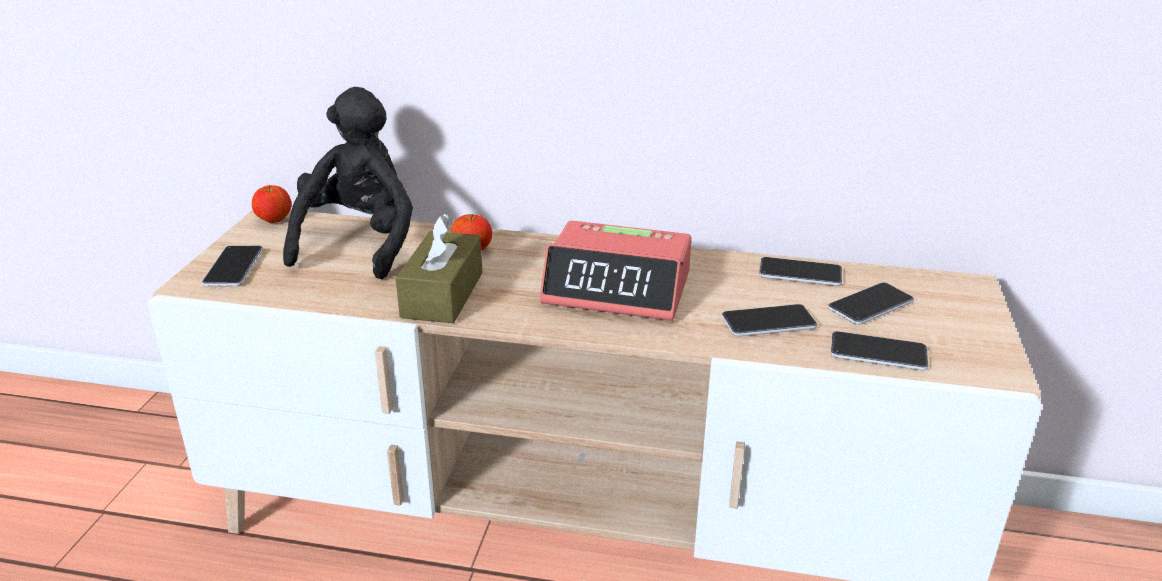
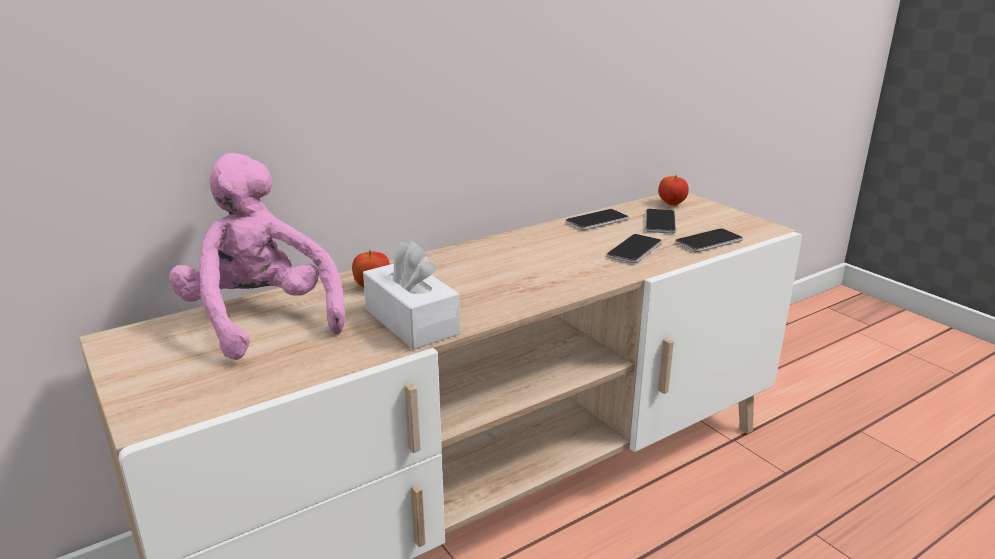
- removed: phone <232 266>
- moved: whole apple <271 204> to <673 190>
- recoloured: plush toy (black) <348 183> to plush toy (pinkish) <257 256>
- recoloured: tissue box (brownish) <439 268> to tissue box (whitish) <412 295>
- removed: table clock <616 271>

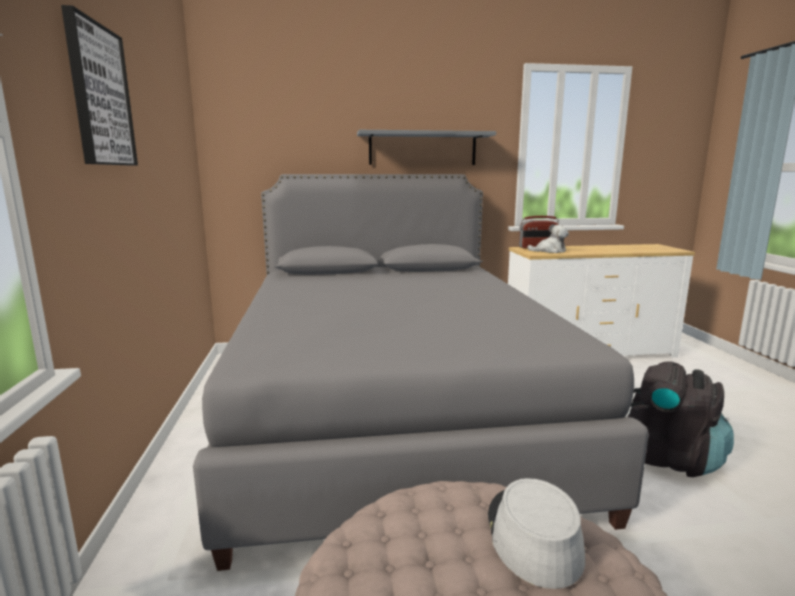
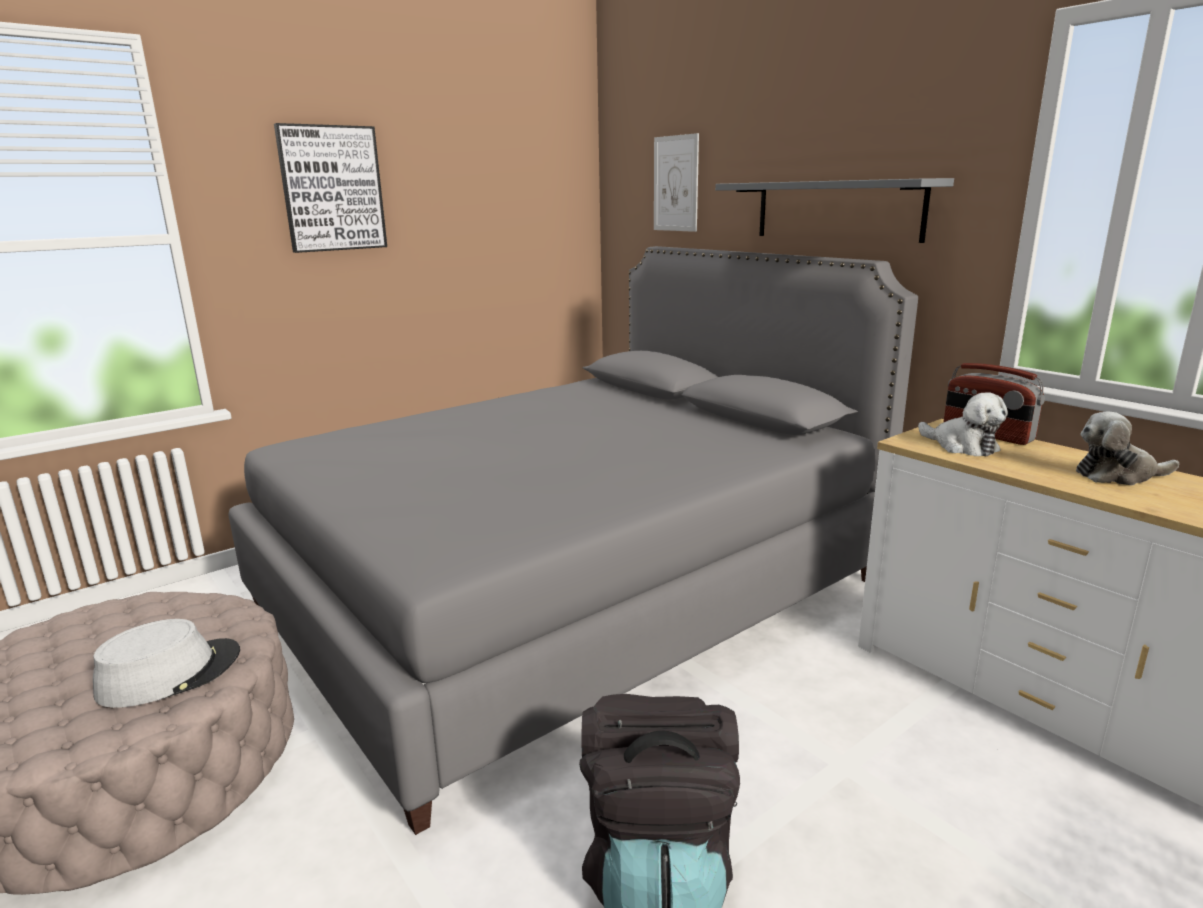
- added: picture <676 182>
- added: plush toy <1127 448>

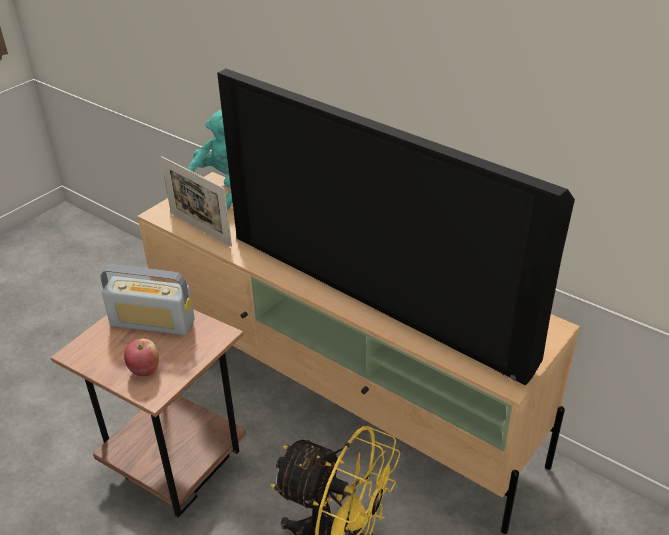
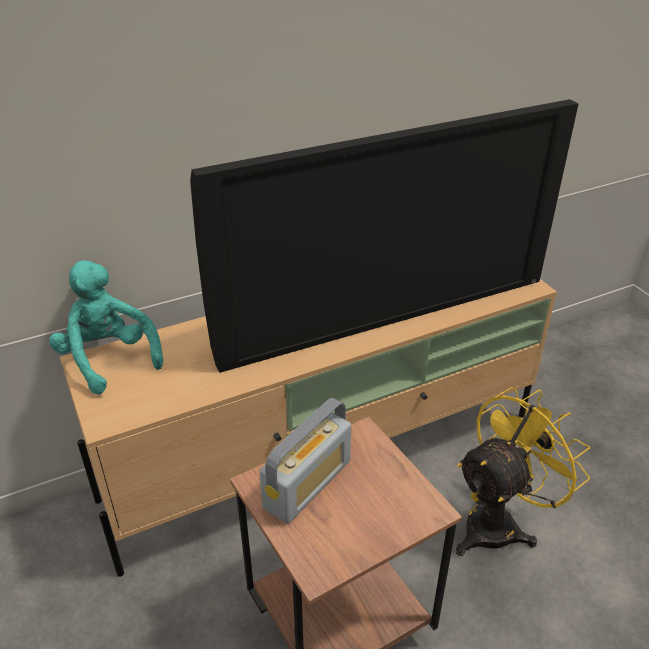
- removed: whole apple <141 357>
- removed: photo frame <196 202>

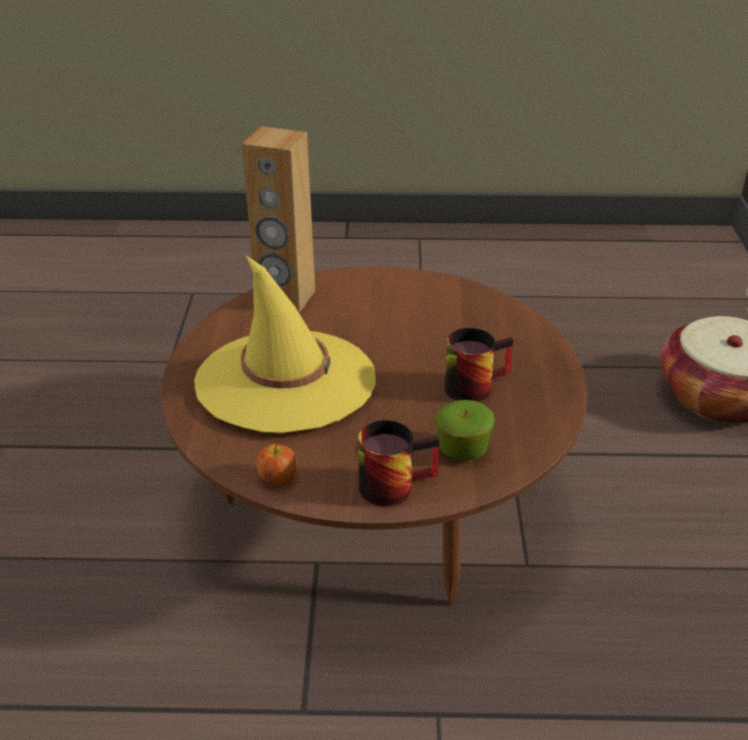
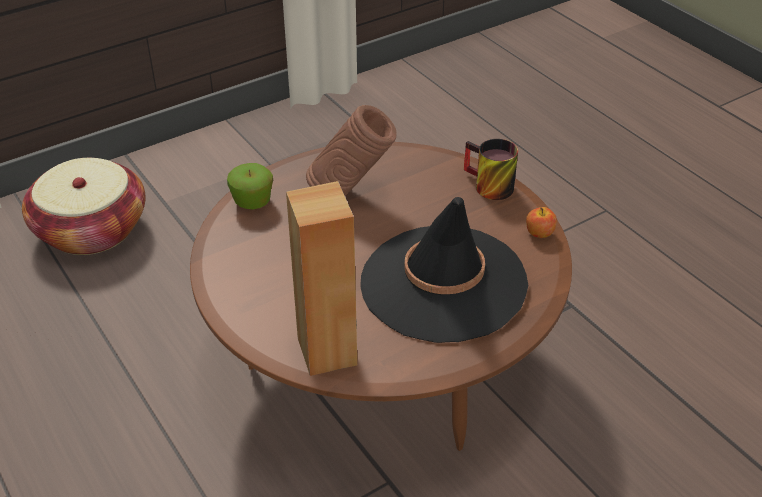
- recoloured: clothing hat (yellow) <284 344> to clothing hat (black) <444 270>
- moved: whole apple <465 430> to <250 186>
- replaced: tea mug <478 365> to flower vase (brownish) <351 150>

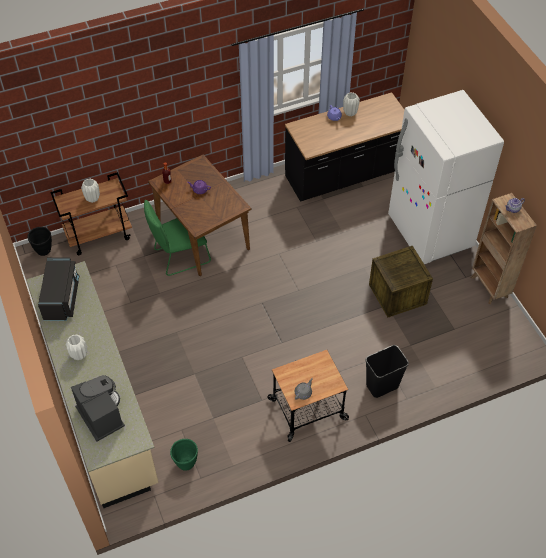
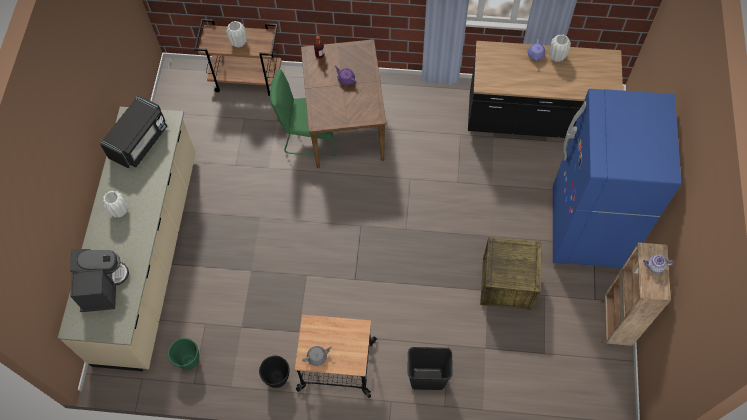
- moved: flower pot (black) <40 241> to <274 372>
- recoloured: refrigerator (whitish) <446 177> to refrigerator (blue-coloured) <617 178>

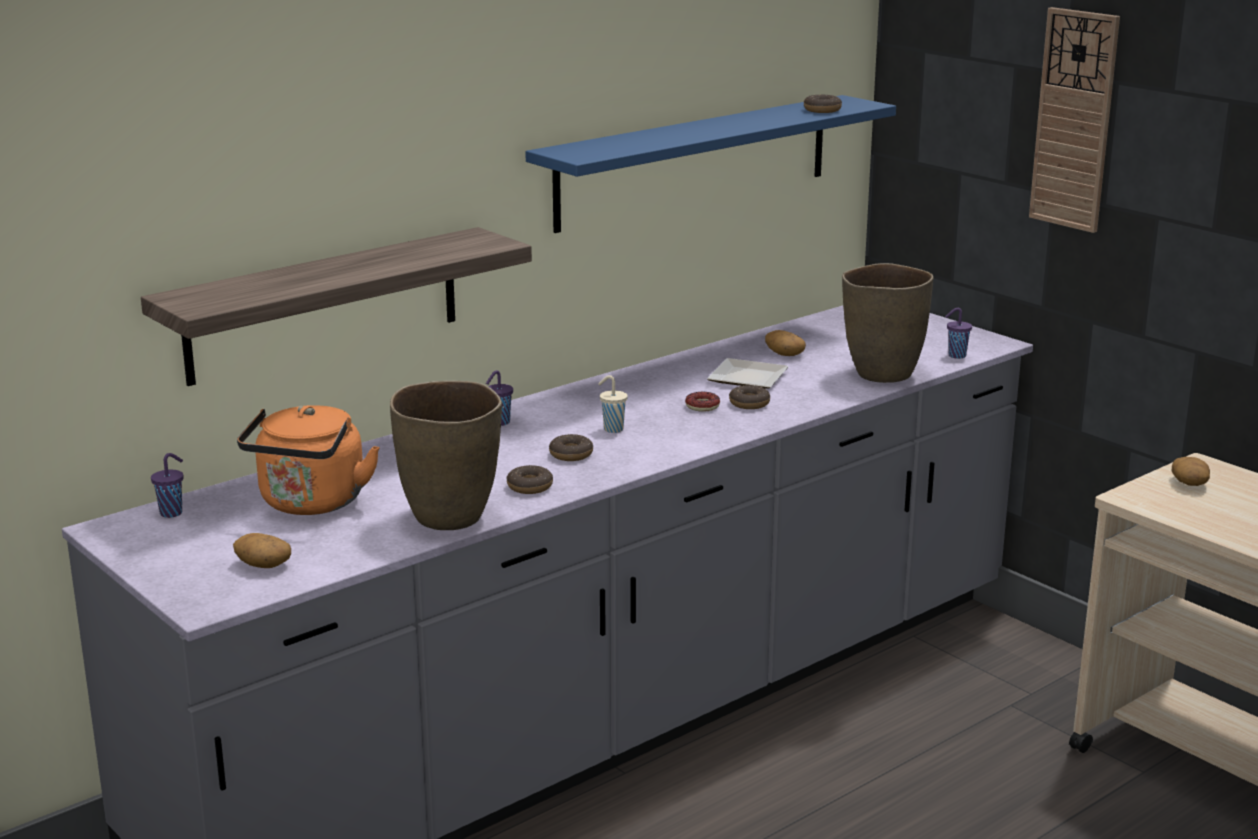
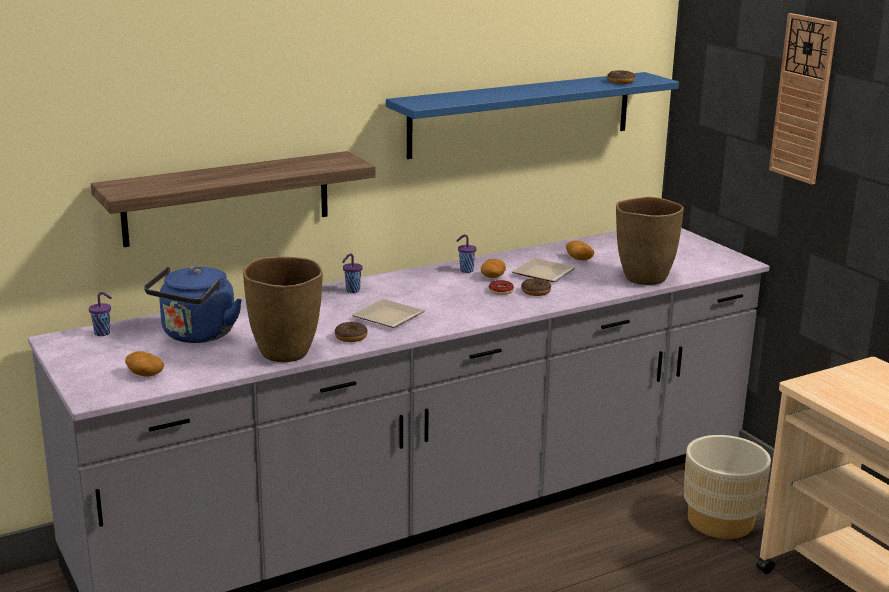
- recoloured: water kettle (orange-coloured) <308 460> to water kettle (blue-coloured) <193 304>
- replaced: doughnut <571 447> to plate <388 313>
- removed: cup (sand-coloured) <613 404>
- moved: cup (purple-coloured) <958 333> to <466 254>
- moved: whole potato <1191 471> to <493 268>
- added: flower pot (sand-coloured) <727 487>

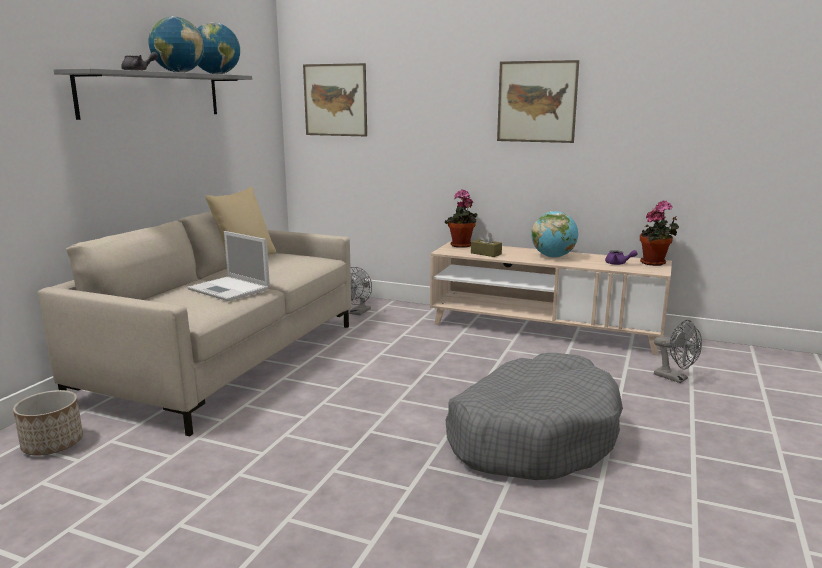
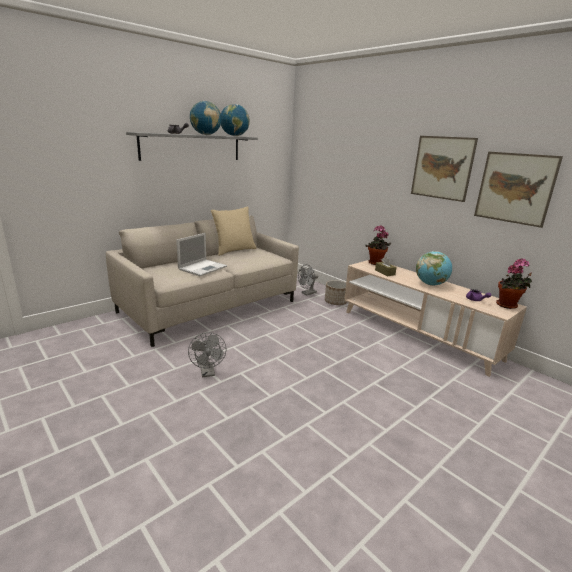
- moved: flower pot <48 422> to <336 292>
- turned: laptop <228 266> = <201 254> 120 degrees counterclockwise
- moved: picture <335 99> to <518 190>
- removed: dog bed (greyish) <534 416>
- moved: electric fan (greyish) <678 351> to <207 354>

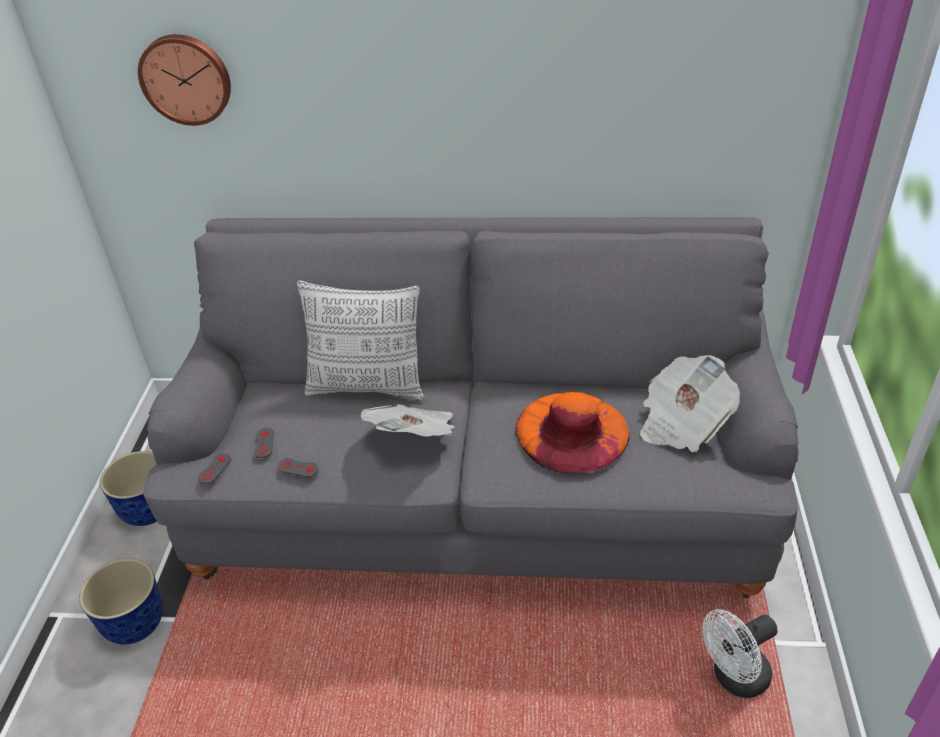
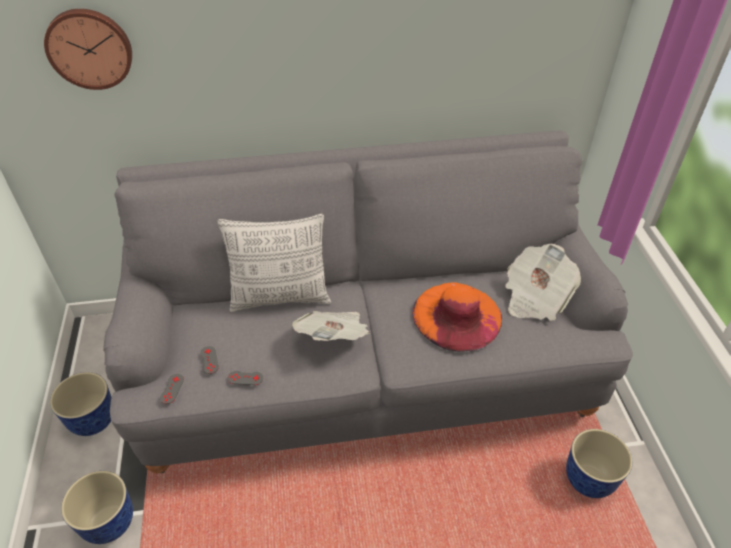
- replaced: electric fan (whitish) <740 653> to flower pot <599 463>

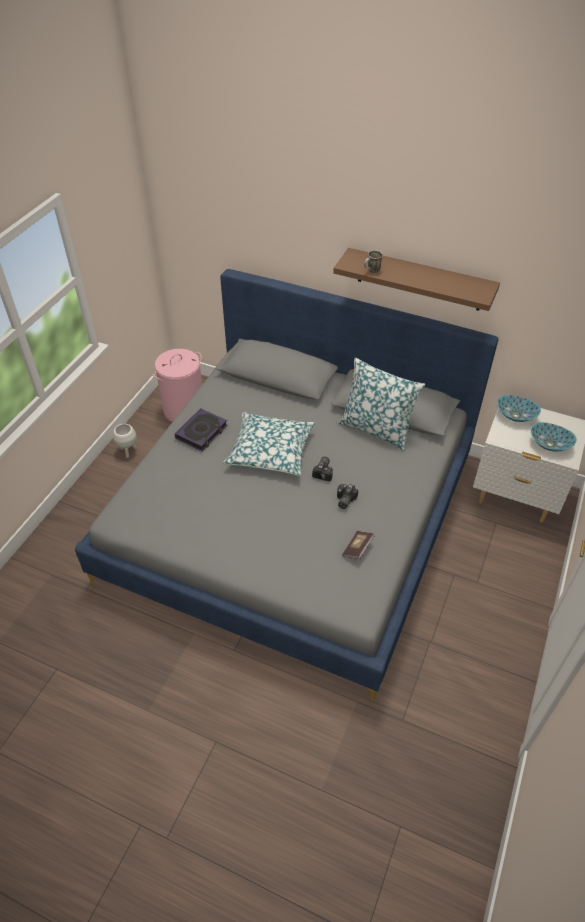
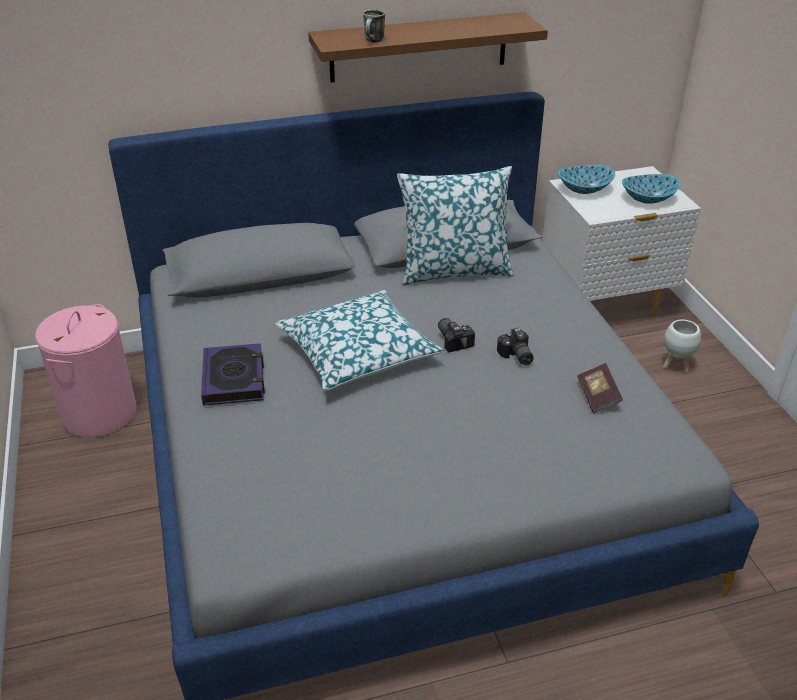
- moved: flower pot (whitish) <125 441> to <682 345>

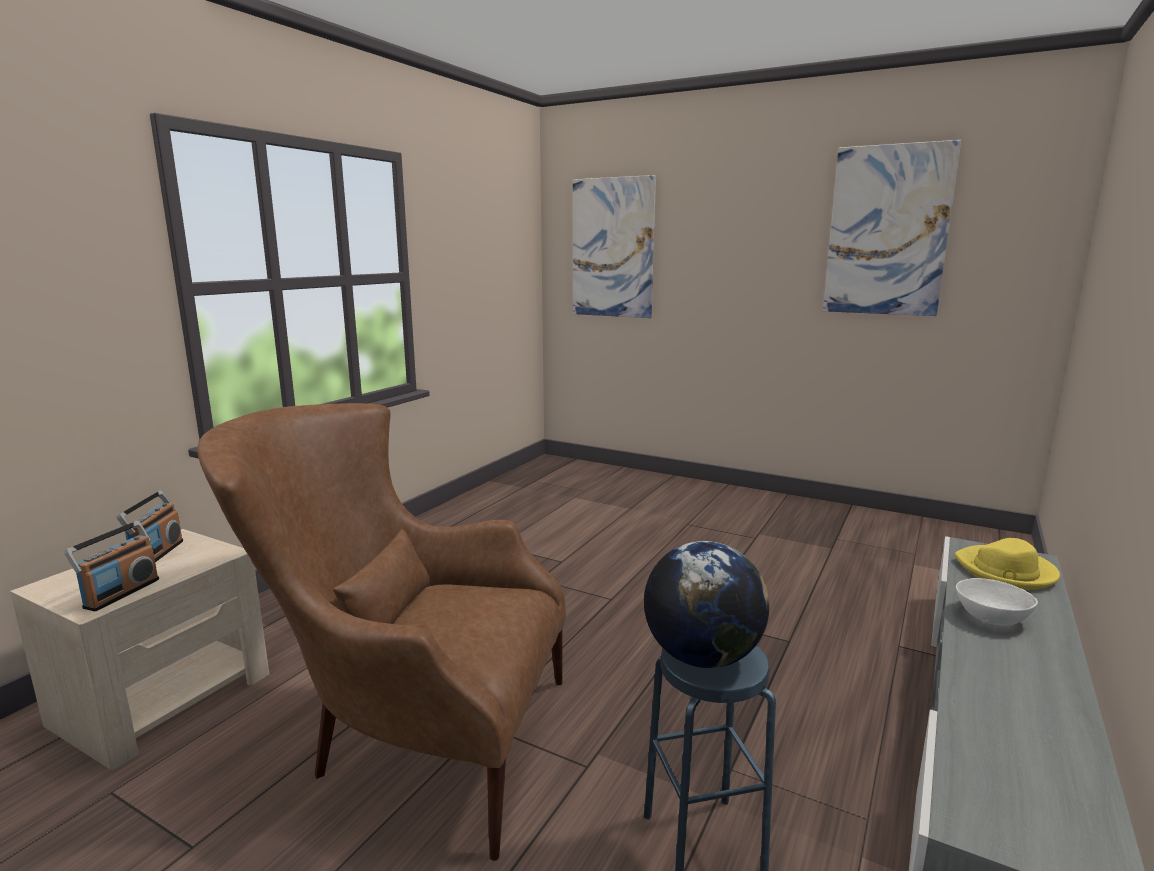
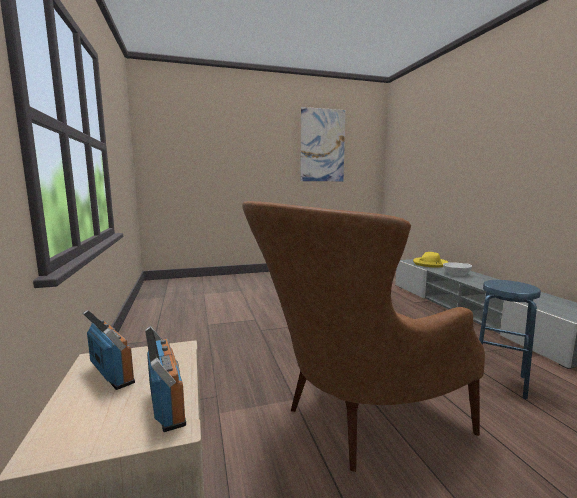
- removed: picture <614 246>
- removed: world globe <706 604>

